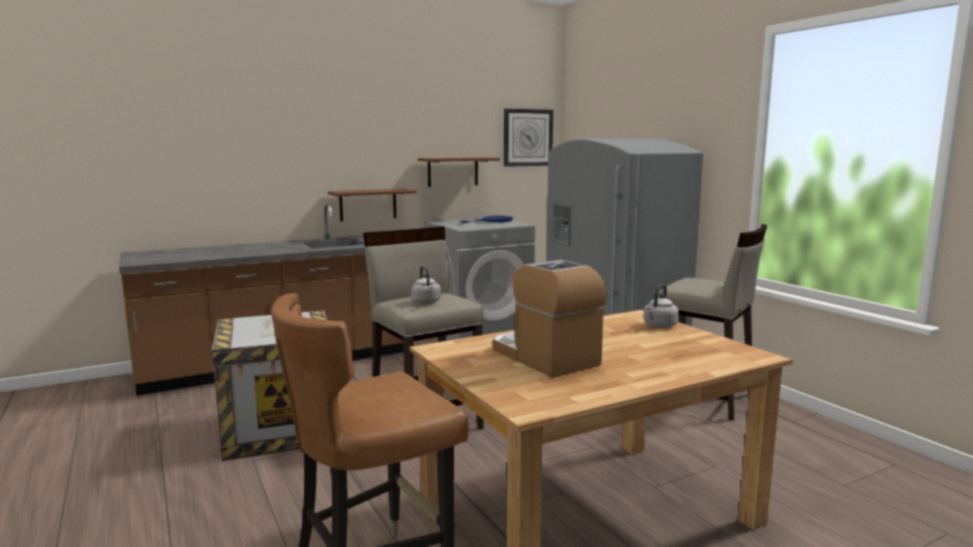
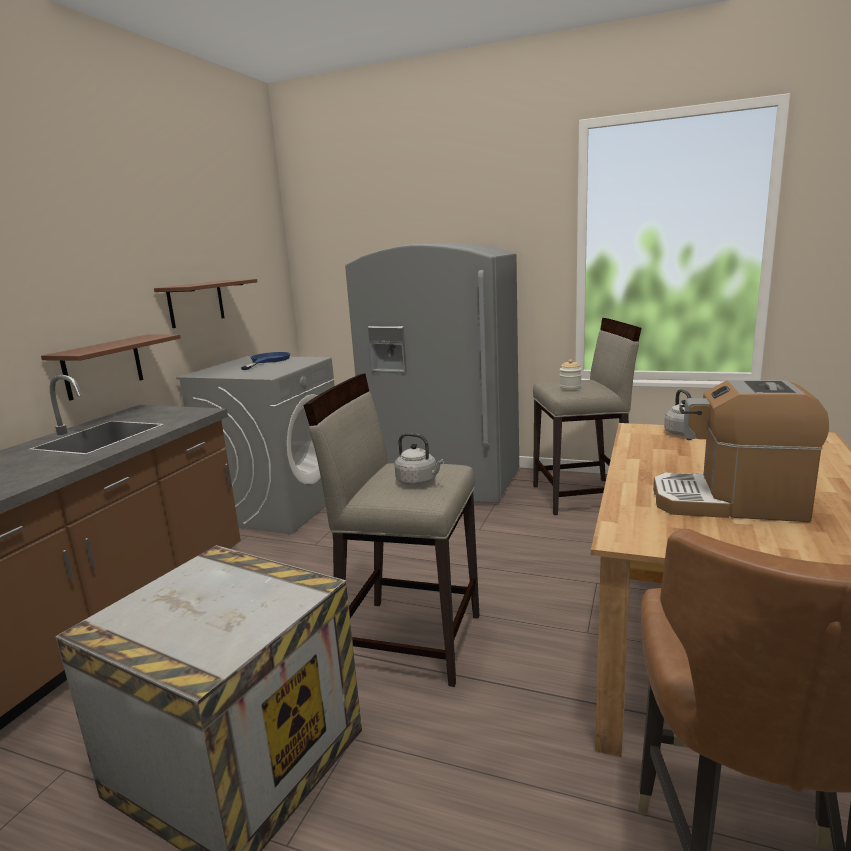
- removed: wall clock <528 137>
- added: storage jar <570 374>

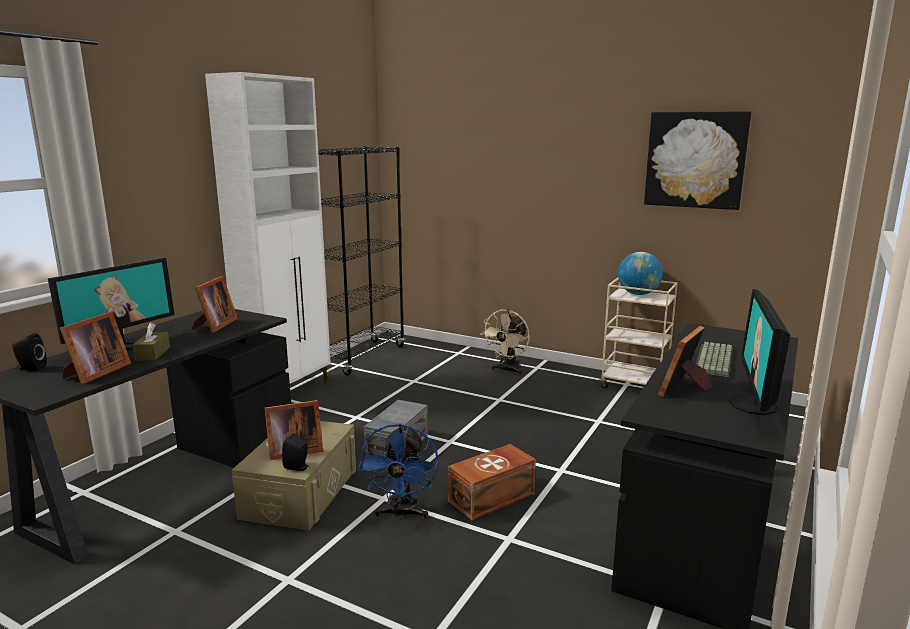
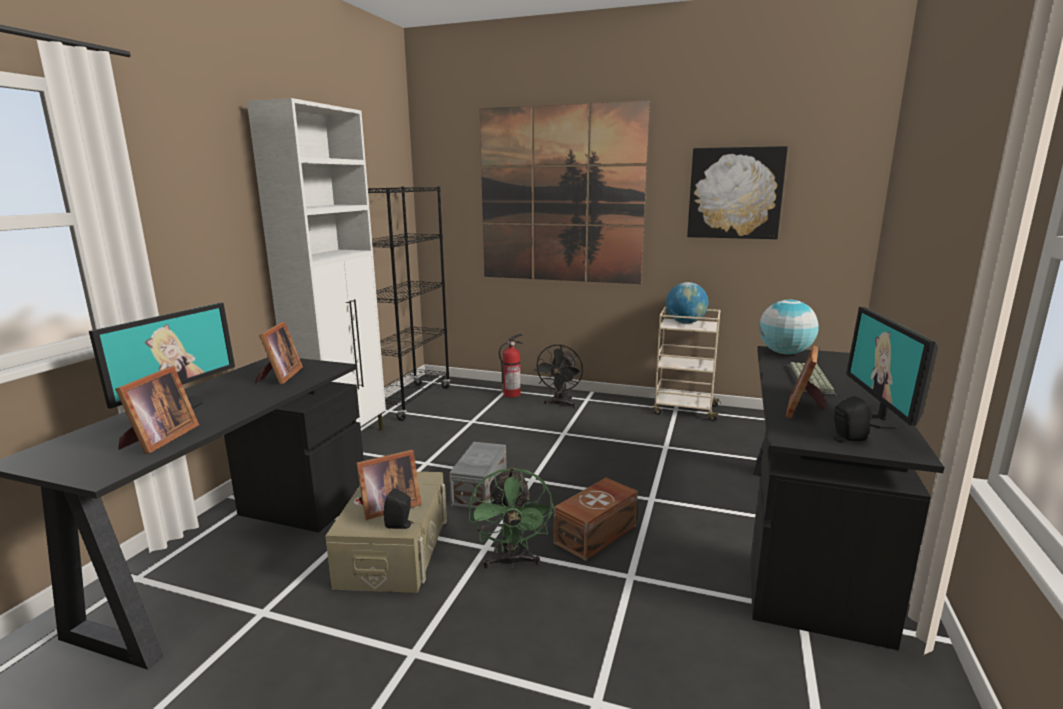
- moved: speaker (black) <29 352> to <852 419>
- removed: tissue box (brownish) <151 341>
- recoloured: electric fan (blue-coloured) <398 472> to electric fan (green-coloured) <511 518>
- recoloured: electric fan (sand-coloured) <505 342> to electric fan (black) <558 376>
- added: picture <565 192>
- added: extinguisher <511 365>
- added: world globe <789 326>

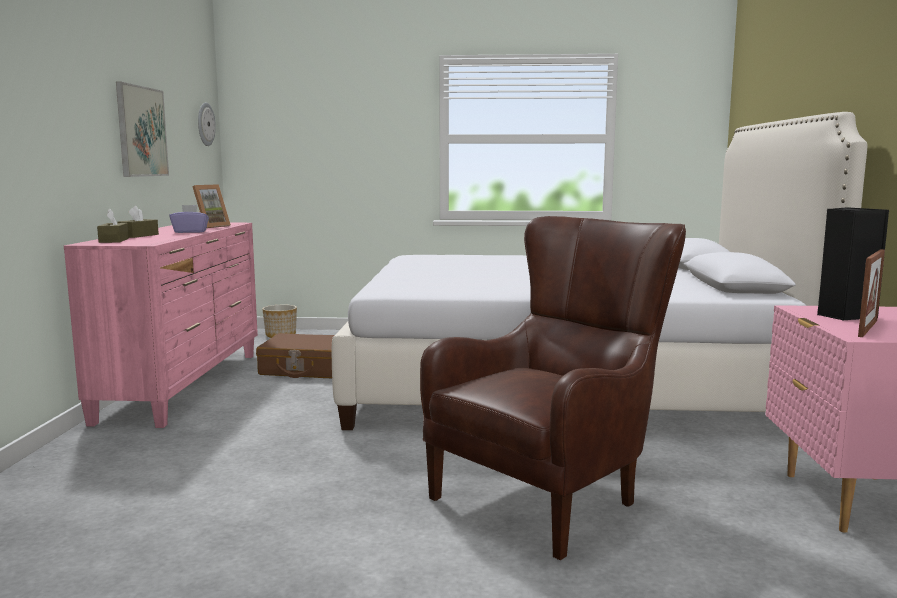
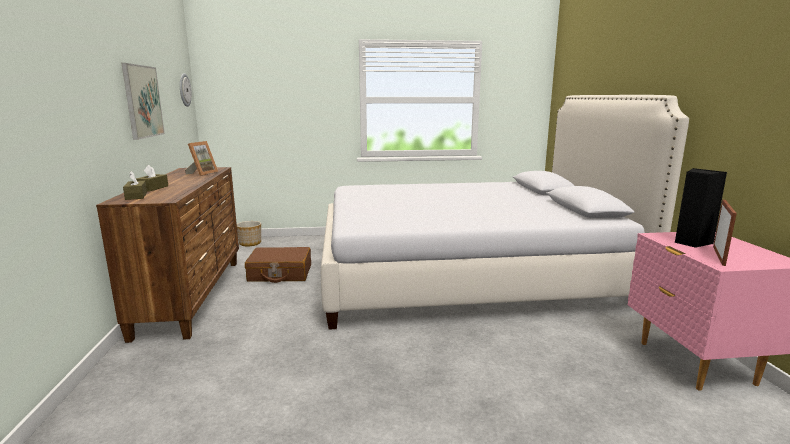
- recoloured: dresser (pinkish) <161 325> to dresser (brownish) <167 255>
- removed: tissue box (purple-coloured) <189 219>
- removed: lounge chair (brownish) <553 388>

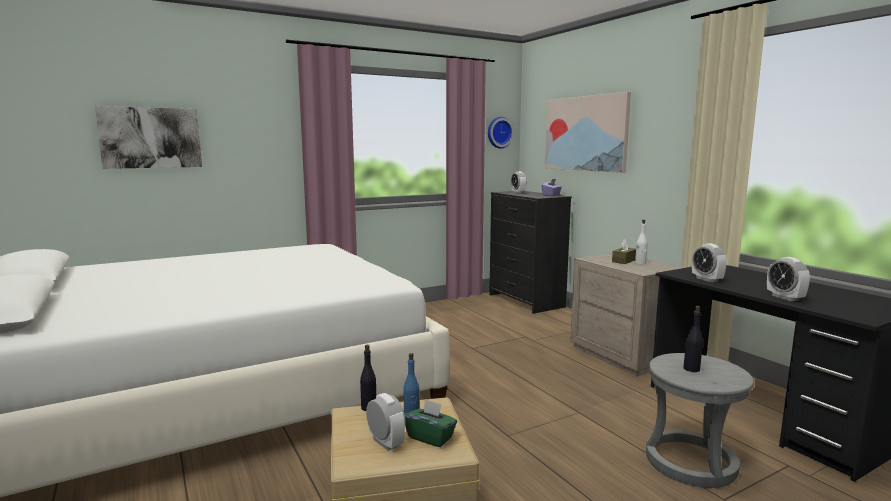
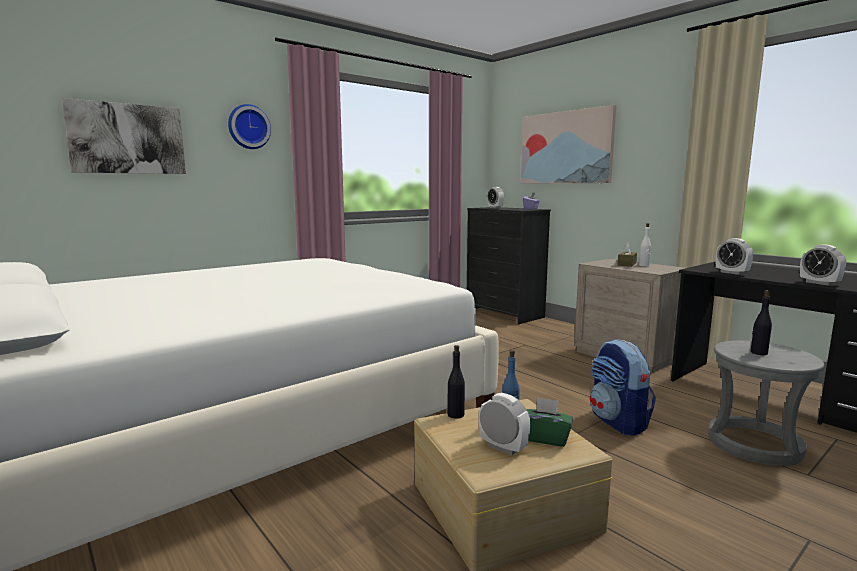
- moved: wall clock <501 133> to <249 126>
- added: rucksack <623 387>

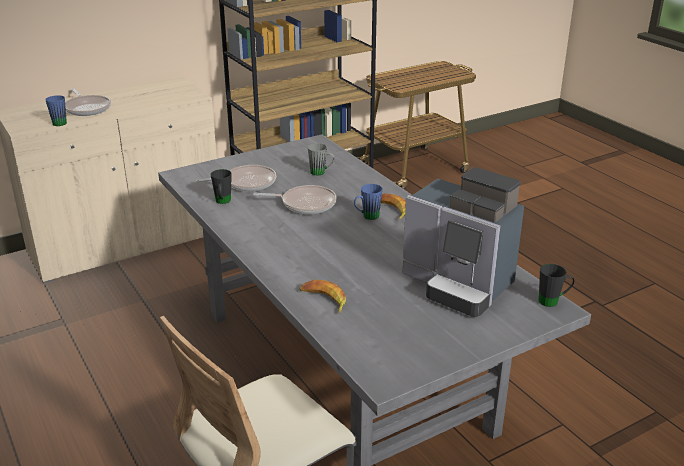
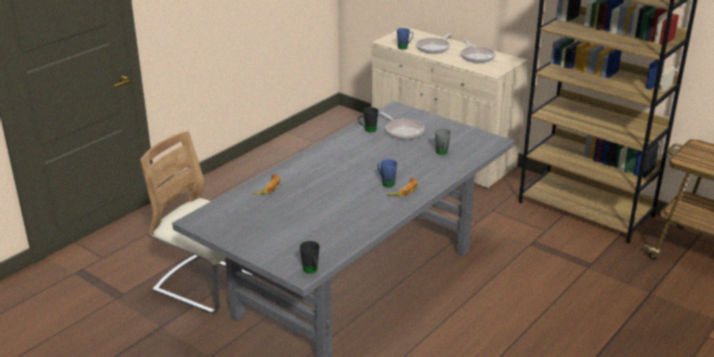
- moved: pan <295 199> to <478 51>
- removed: coffee brewer <463 242>

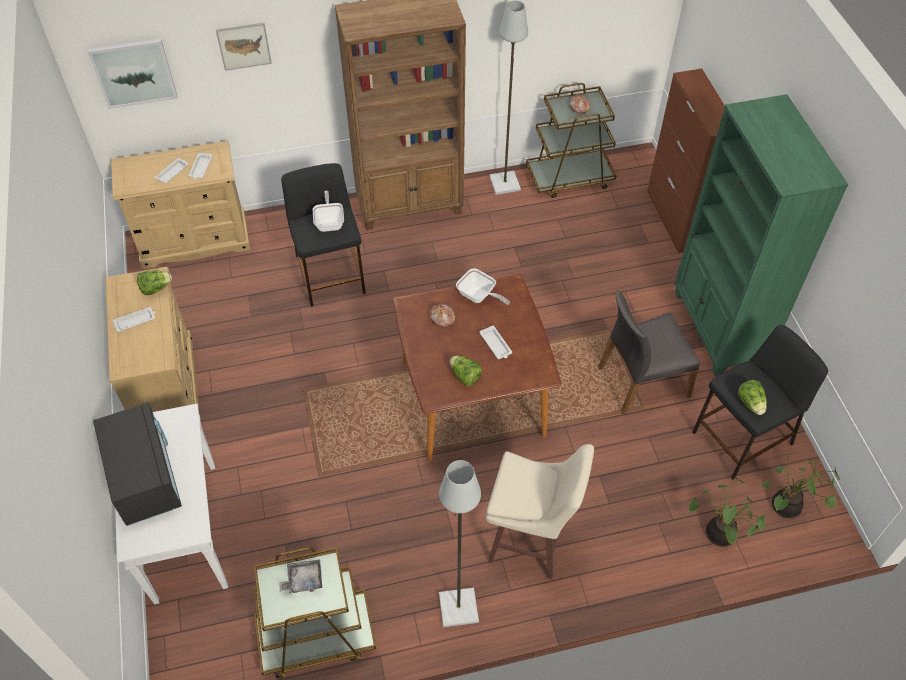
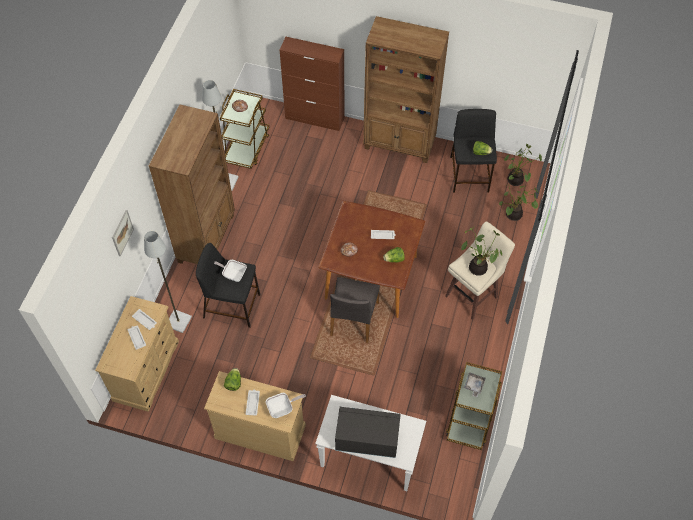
- removed: picture <133 73>
- moved: standard lamp (greyish) <460 543> to <168 282>
- moved: pan <483 286> to <286 405>
- moved: plain chair (greyish) <649 352> to <355 310>
- recoloured: bookcase (green-coloured) <762 235> to bookcase (brownish) <406 89>
- added: houseplant <481 251>

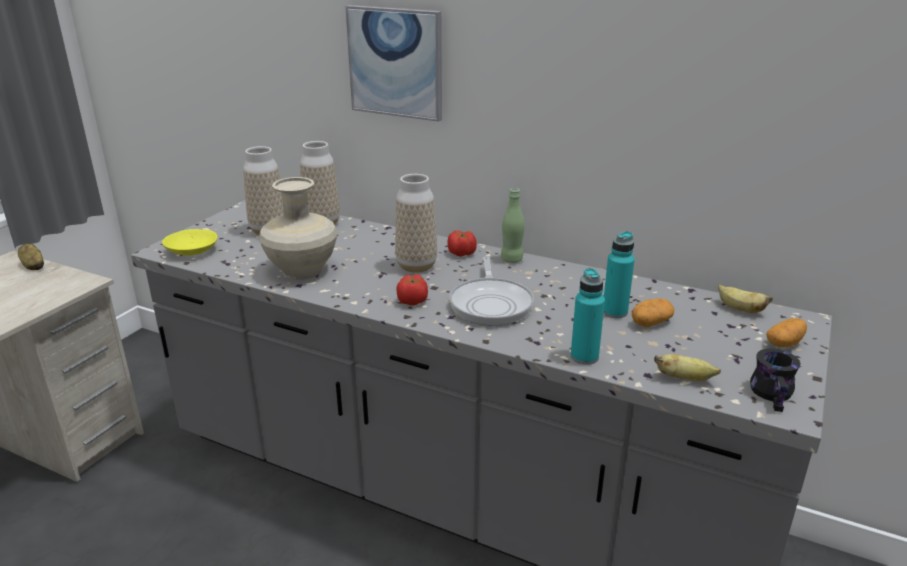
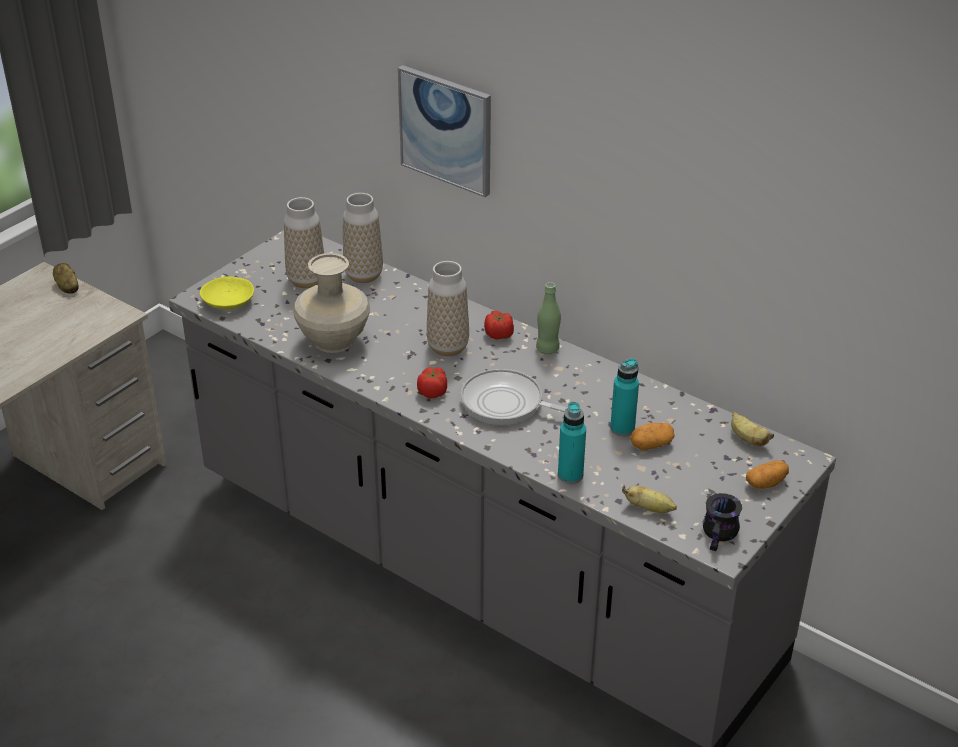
- turned: pan <491 291> = <514 397> 105 degrees clockwise

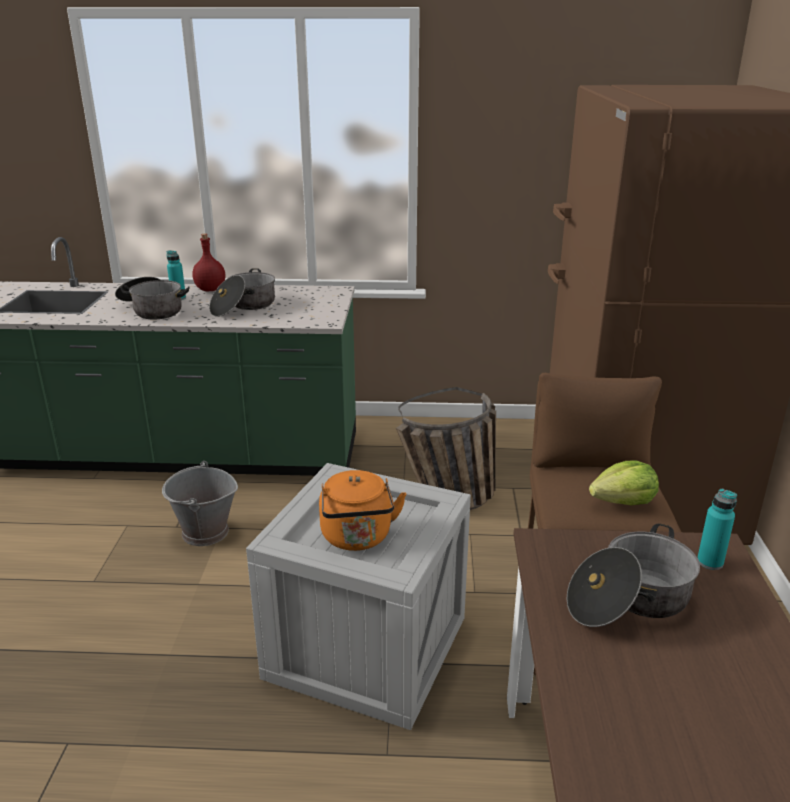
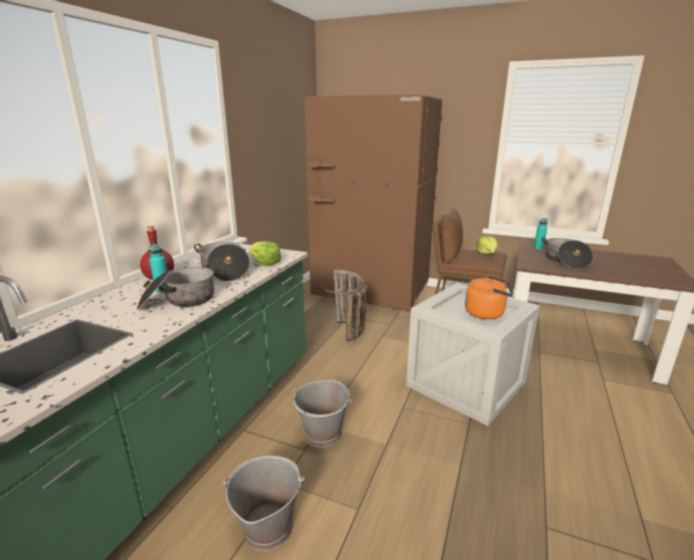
- added: bucket (greyish) <264 503>
- added: lettuce head <265 253>

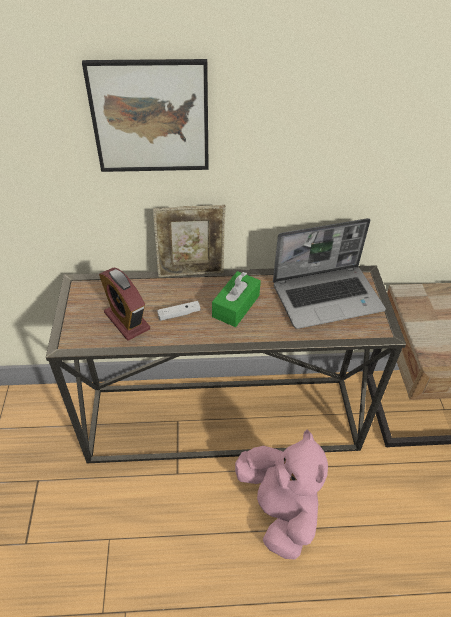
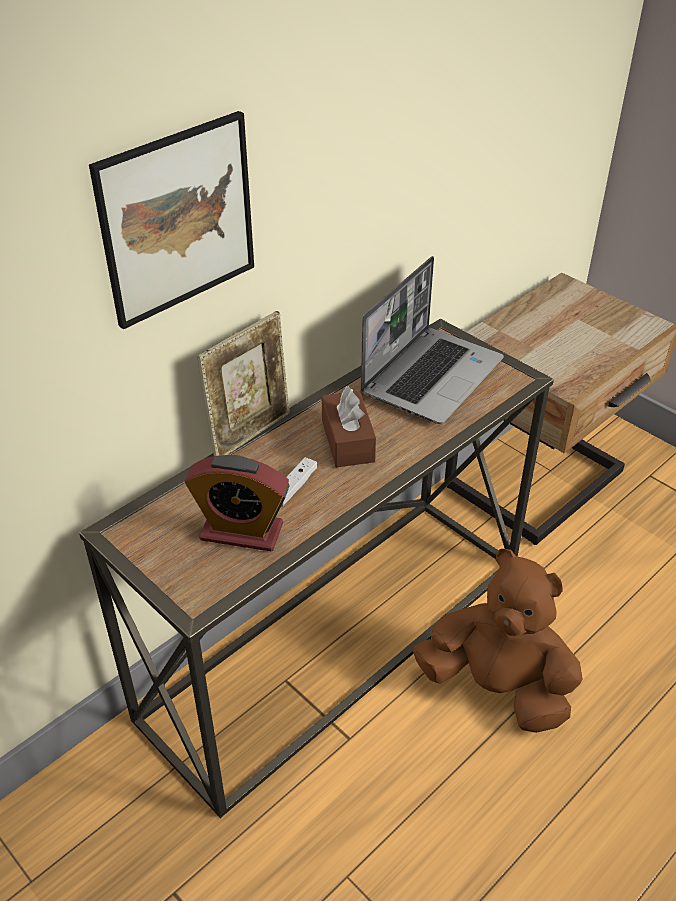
- recoloured: tissue box (green-coloured) <236 299> to tissue box (brownish) <349 427>
- recoloured: plush toy (pinkish) <281 495> to plush toy (brownish) <498 641>

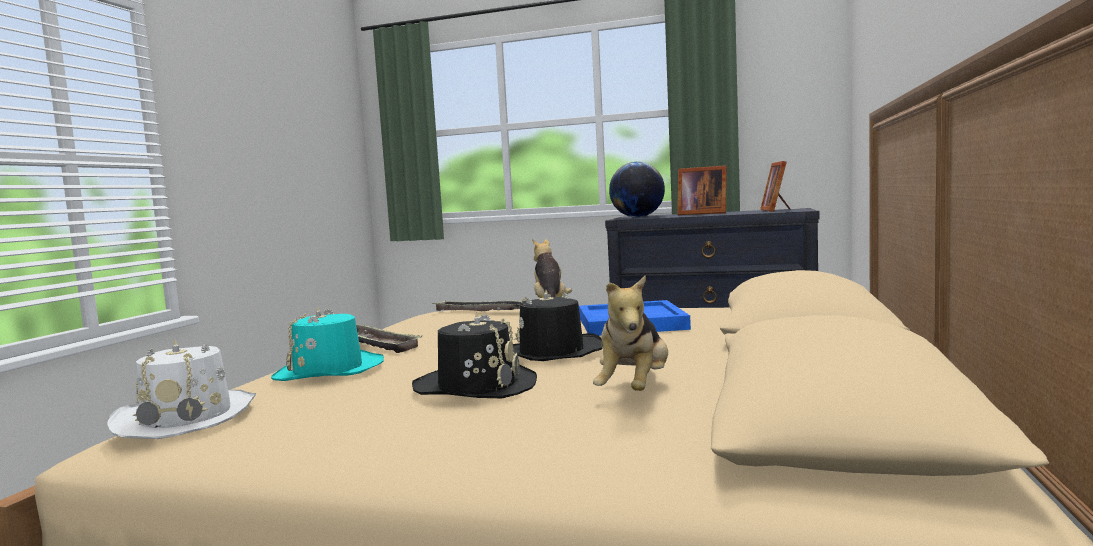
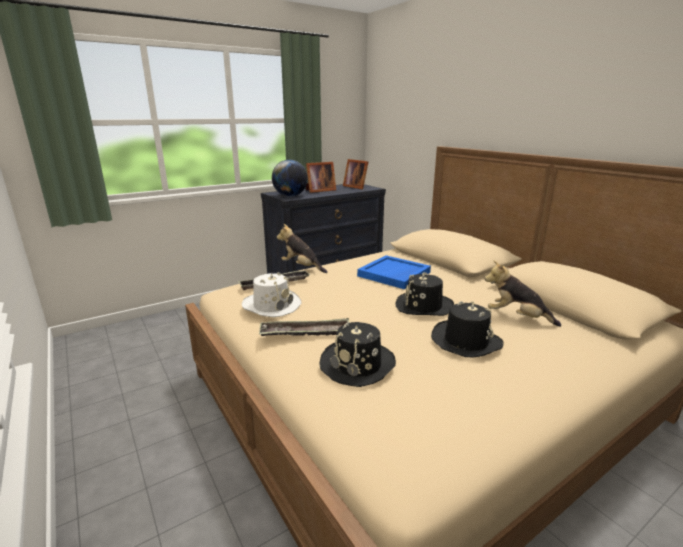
- moved: clothing hat (whitish) <181 389> to <271 294>
- recoloured: clothing hat (turquoise) <327 344> to clothing hat (black) <357 354>
- turned: plush toy <630 333> = <523 293> 150 degrees clockwise

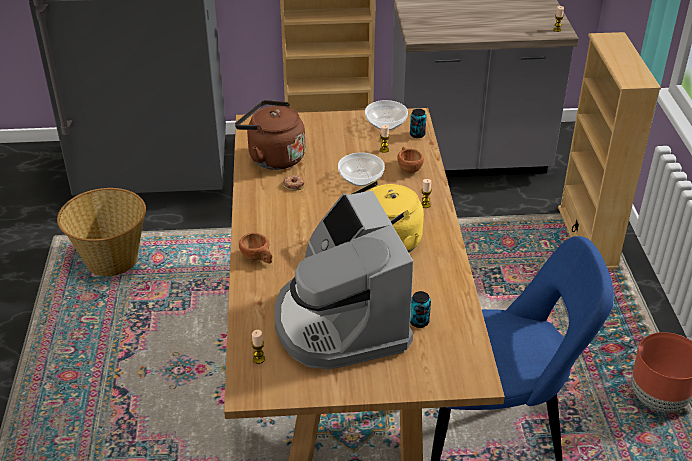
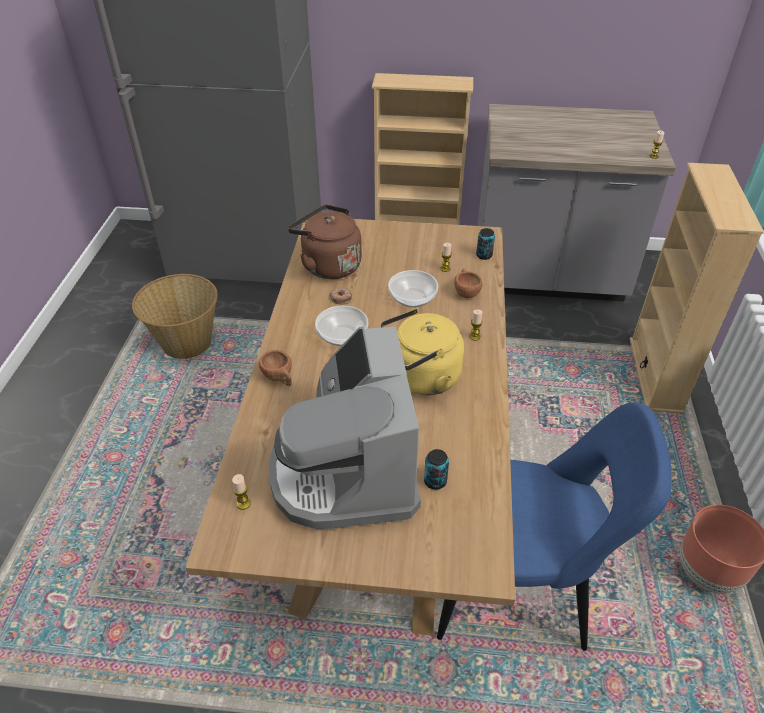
- moved: bowl <386 115> to <341 325>

